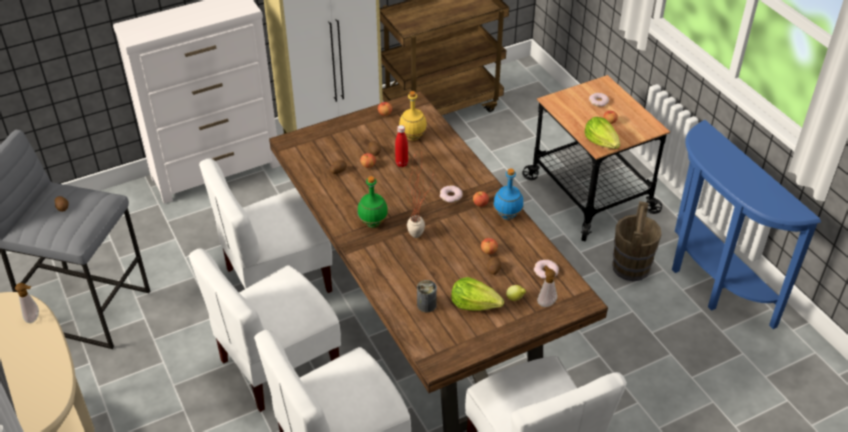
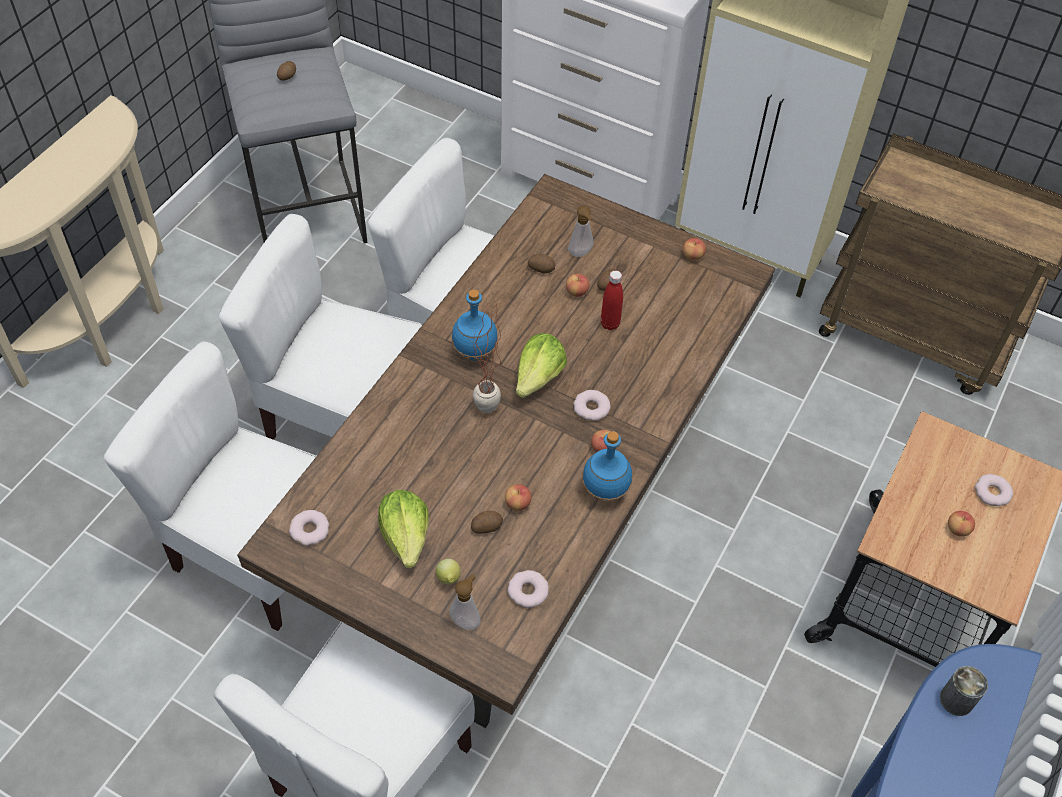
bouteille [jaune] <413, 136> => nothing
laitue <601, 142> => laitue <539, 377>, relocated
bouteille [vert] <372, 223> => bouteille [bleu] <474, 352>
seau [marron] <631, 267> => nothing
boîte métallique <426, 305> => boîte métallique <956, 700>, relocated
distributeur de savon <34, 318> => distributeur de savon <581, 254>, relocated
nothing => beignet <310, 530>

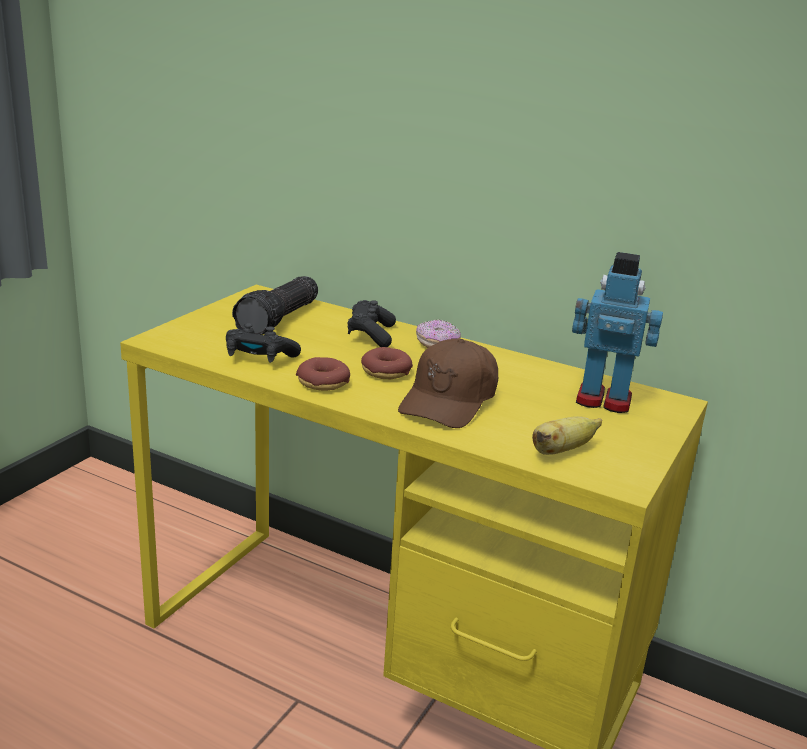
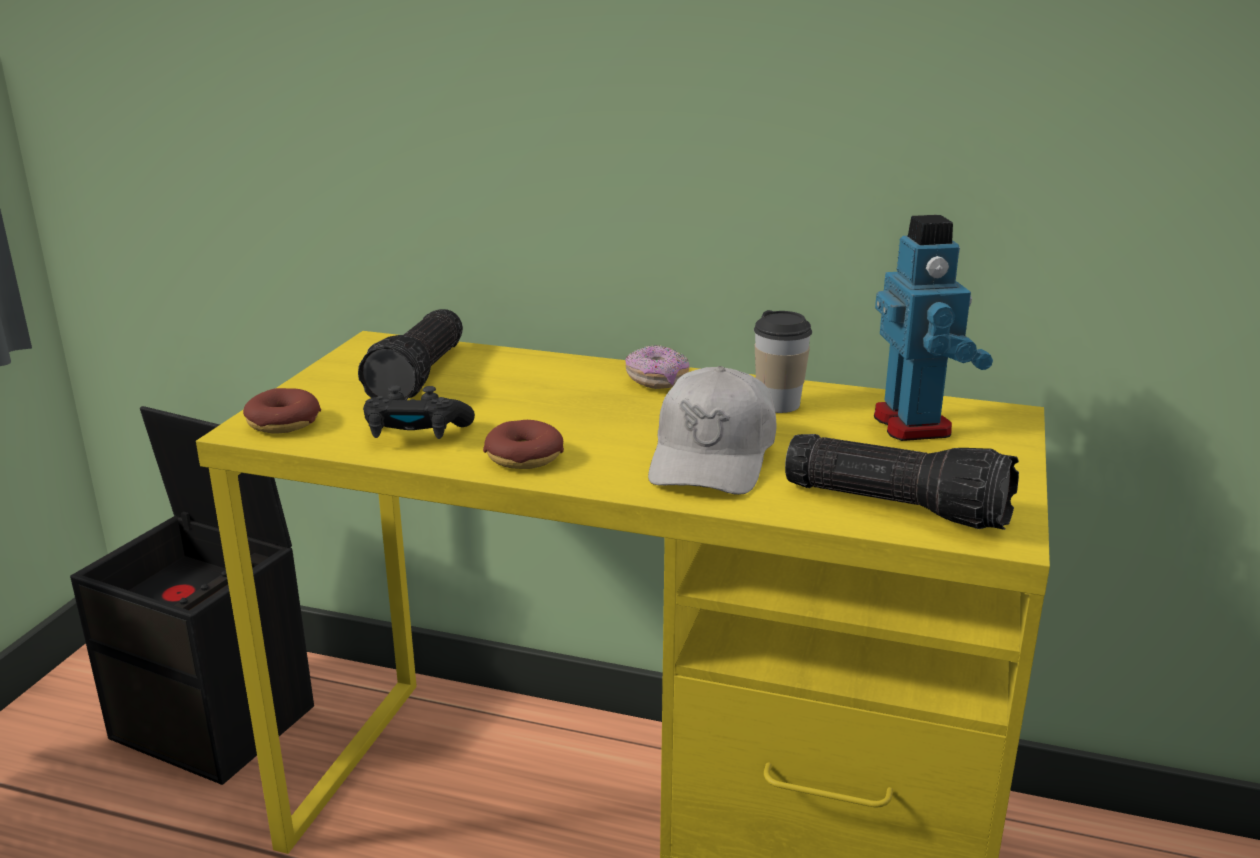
robot jouet <603, 399> => robot jouet <914, 424>, 75 degrees clockwise
manette [noir] <371, 335> => nothing
casquette [marron] <449, 401> => casquette [blanc] <713, 457>
beignet <386, 372> => beignet <283, 423>, relocated
banane <561, 451> => lampe de poche <898, 504>
nothing => tasse <778, 404>
nothing => boîte de rangement [noir] <218, 722>

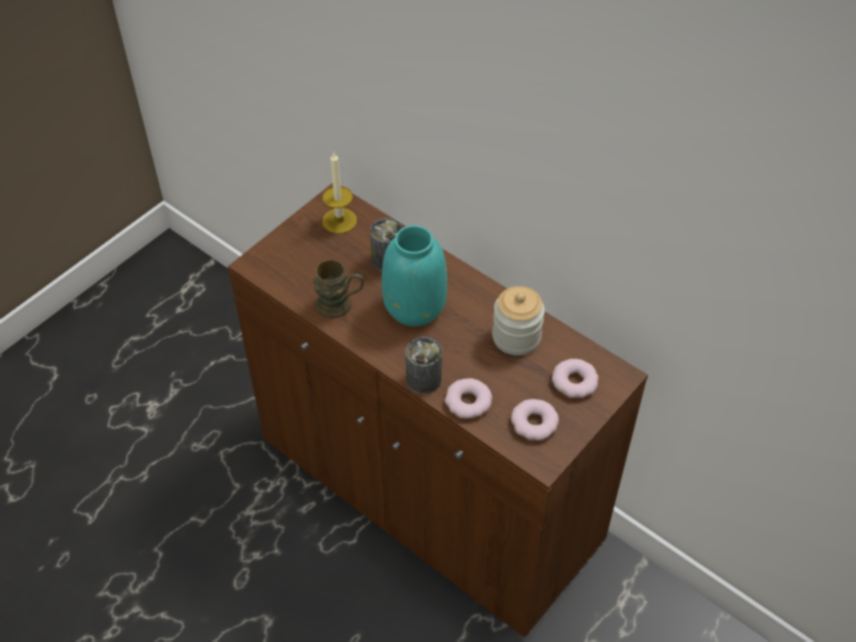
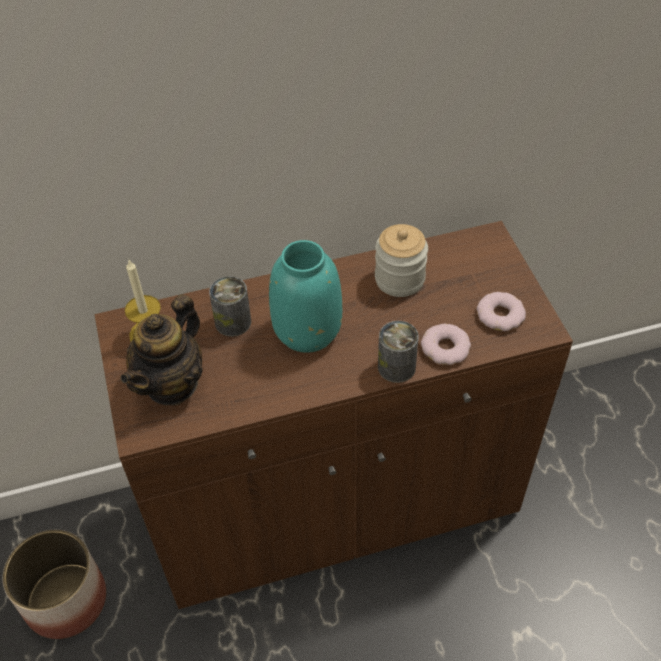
mug [marron] <340, 305> => nothing
beignet <575, 382> => nothing
nothing => théière <172, 383>
nothing => cache-pot <66, 599>

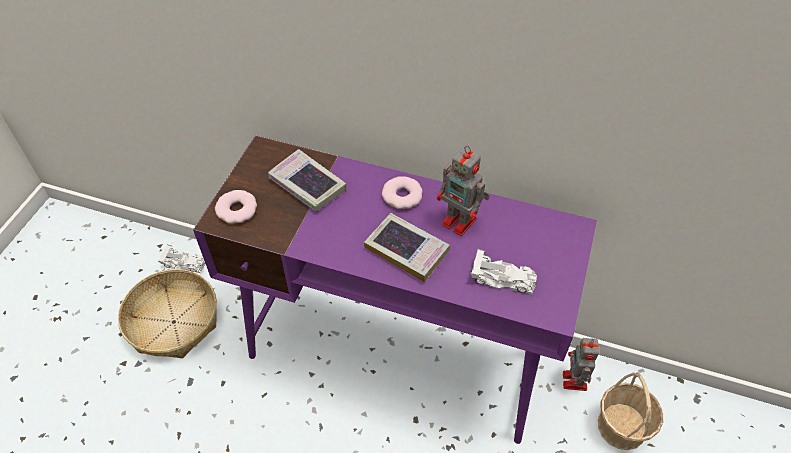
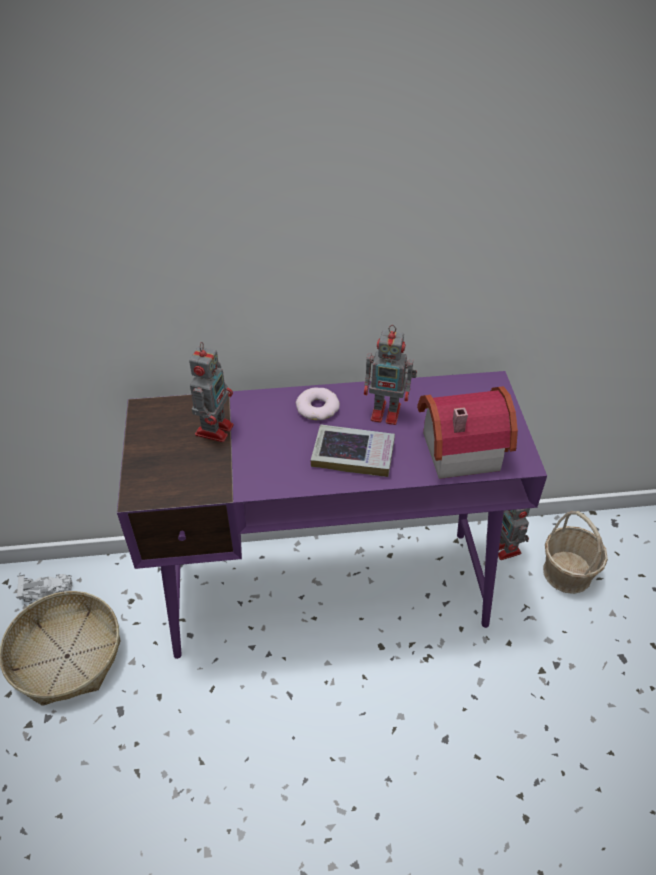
livre <307, 185> => robot jouet <215, 428>
beignet <237, 210> => nothing
petite voiture [blanc] <503, 278> => maison miniature <457, 447>

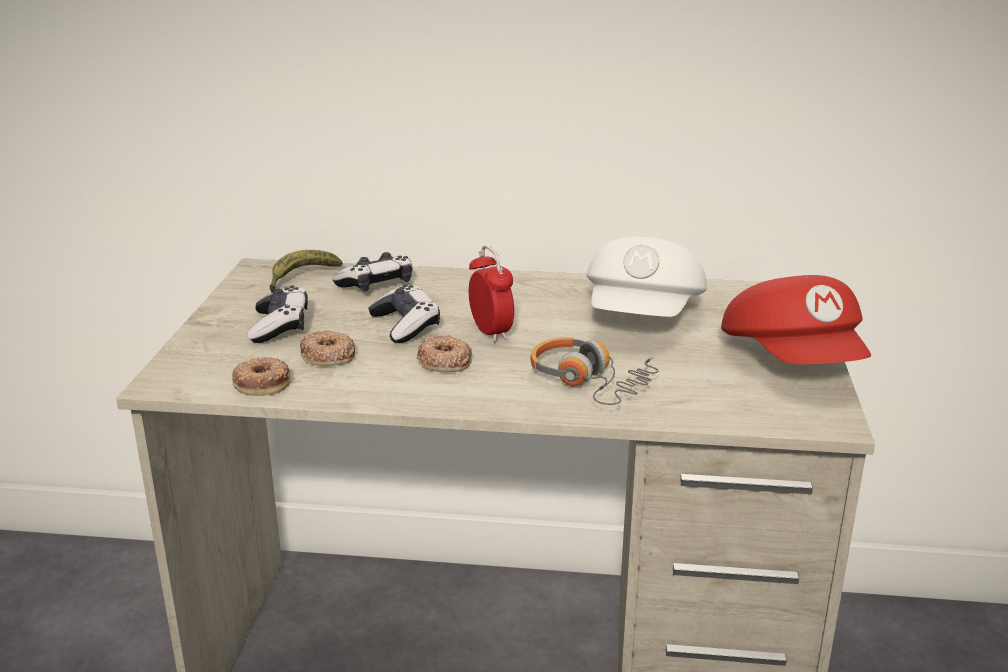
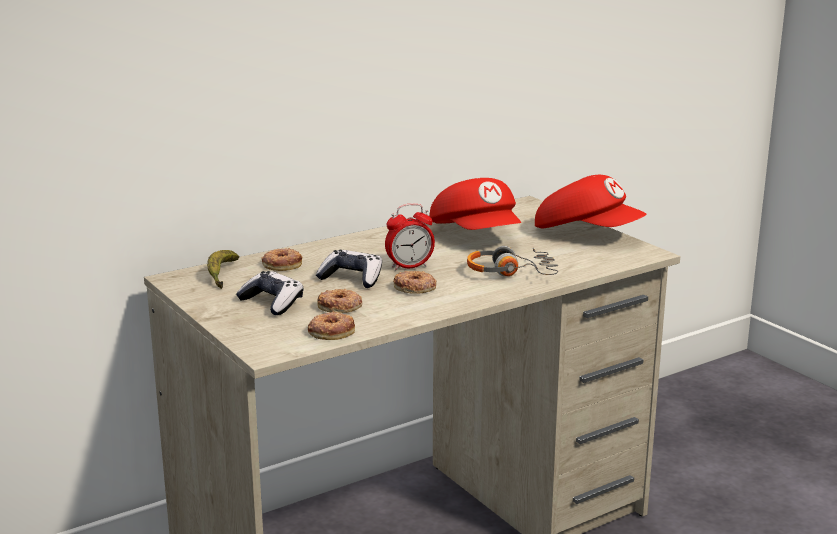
casquette [blanc] <644, 317> => casquette [rouge] <477, 235>
réveil <491, 332> => réveil <409, 266>, 135 degrees clockwise
manette <376, 285> => beignet <282, 264>

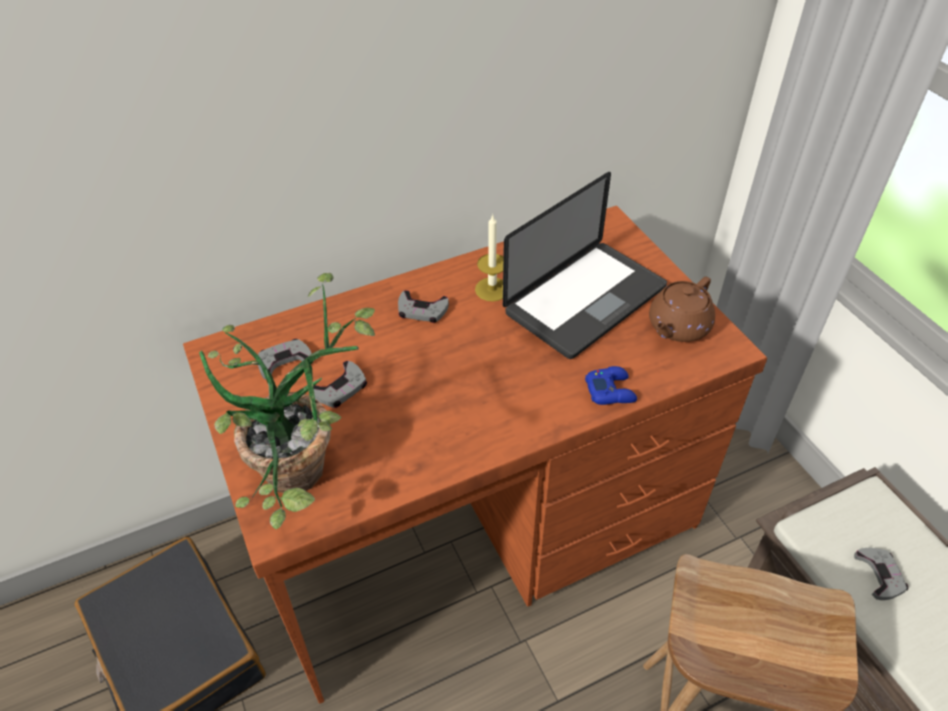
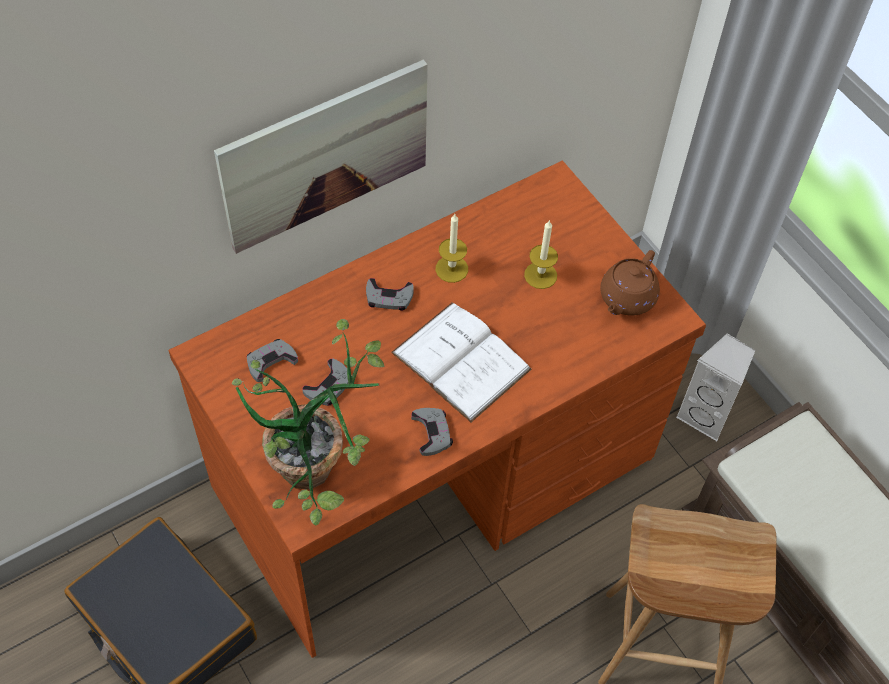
ordinateur portable <585, 300> => bougie <540, 275>
manette [bleu] <610, 390> => nothing
manette [gris] <879, 575> => manette [gris] <432, 433>, relocated
nothing => tableau <325, 156>
nothing => livre [blanc] <461, 361>
nothing => enceinte [blanc] <706, 415>

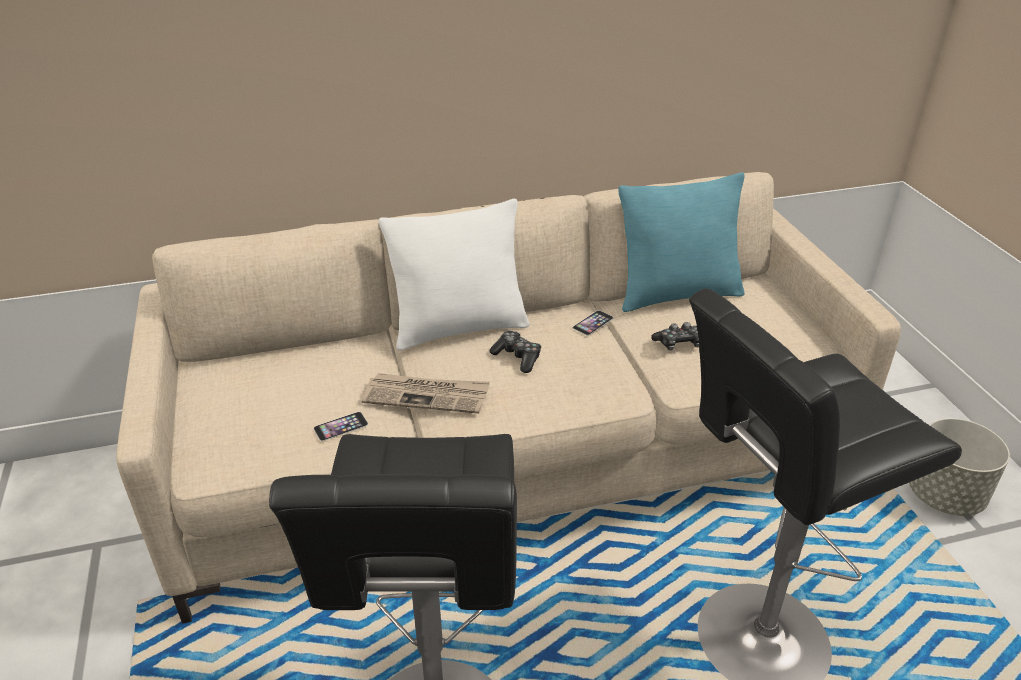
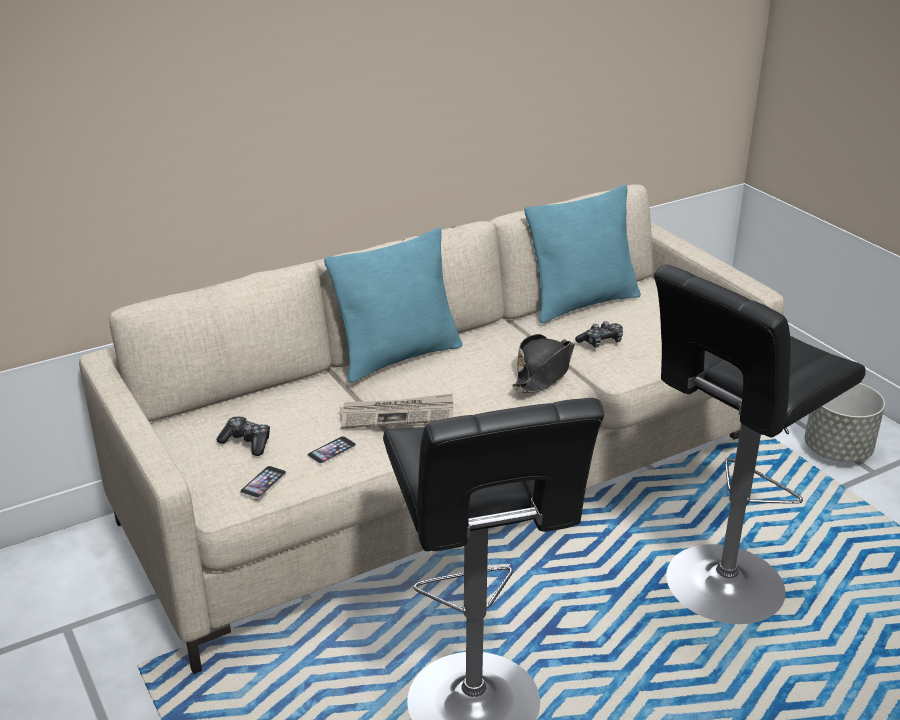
coussin [blanc] <459, 328> => coussin [turquoise] <398, 357>
téléphone <593, 323> => téléphone <263, 482>, relocated
manette <517, 357> => manette <247, 442>, relocated
nothing => chapeau [noir] <544, 372>

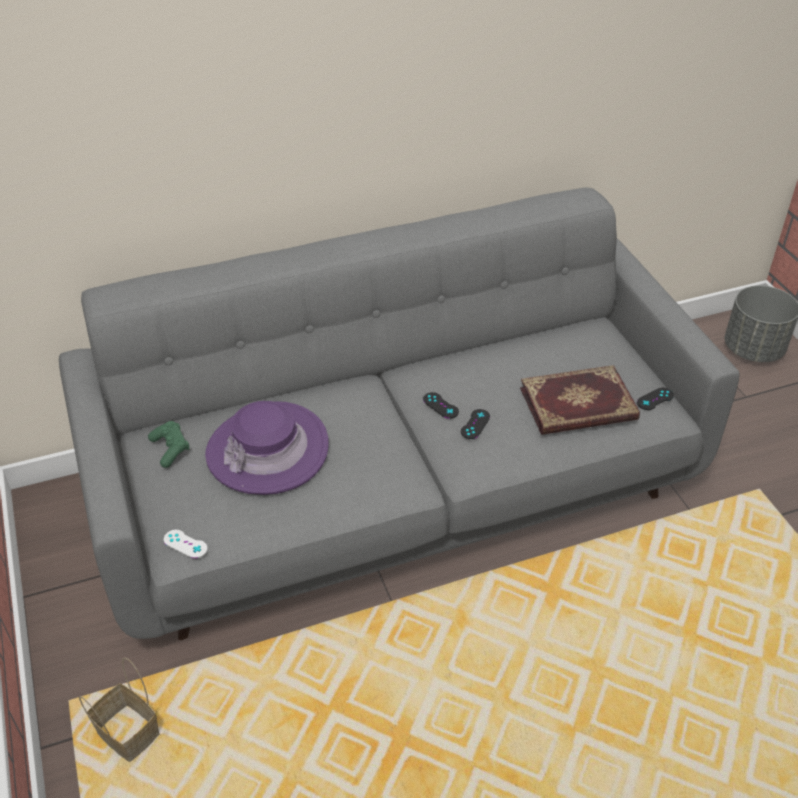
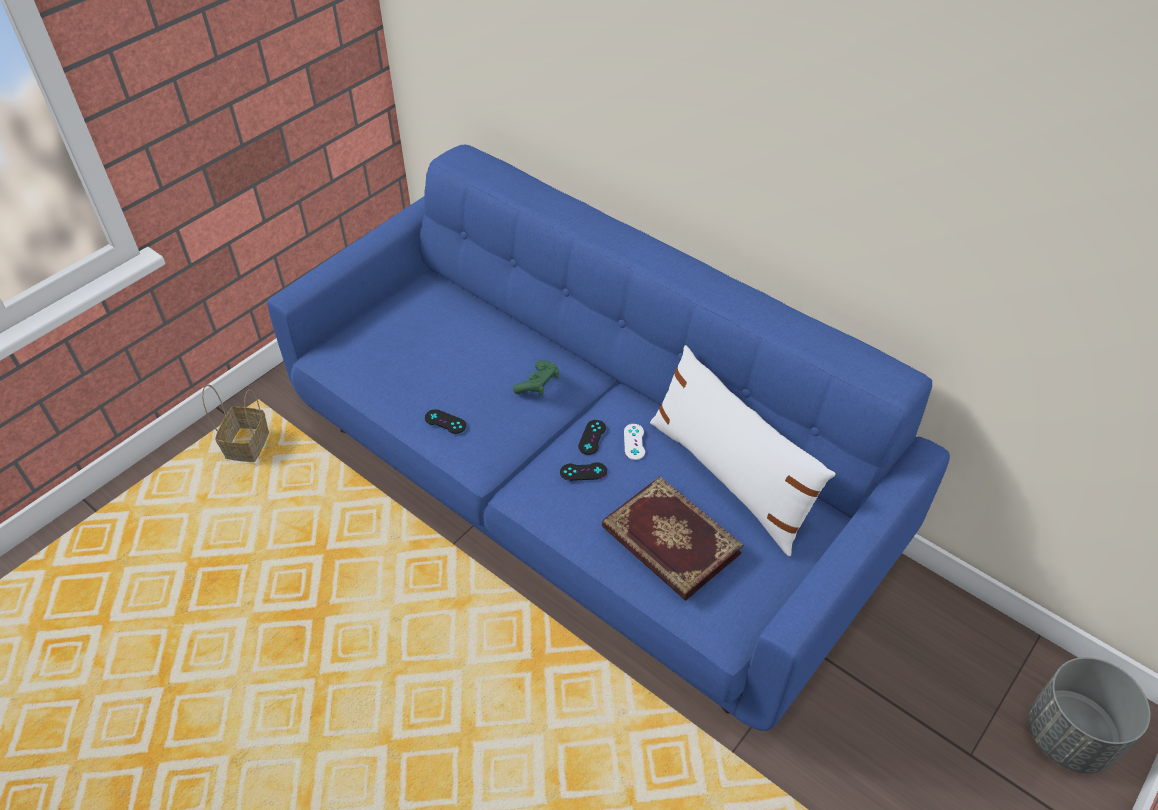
canapé [gris] <399, 490> => canapé [bleu] <581, 491>
manette [noir] <655, 399> => manette [noir] <445, 422>, relocated
chapeau [violet] <268, 450> => nothing
manette [vert] <170, 449> => manette [vert] <538, 384>, relocated
manette [blanc] <185, 544> => manette [blanc] <634, 442>, relocated
nothing => coussin [blanc] <729, 477>

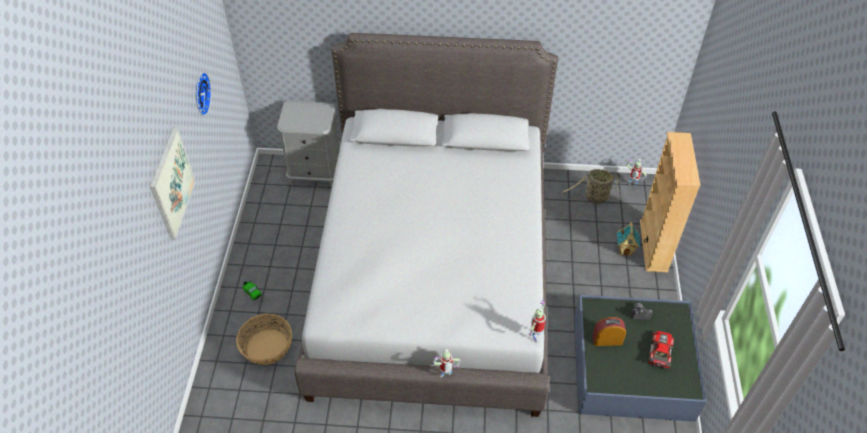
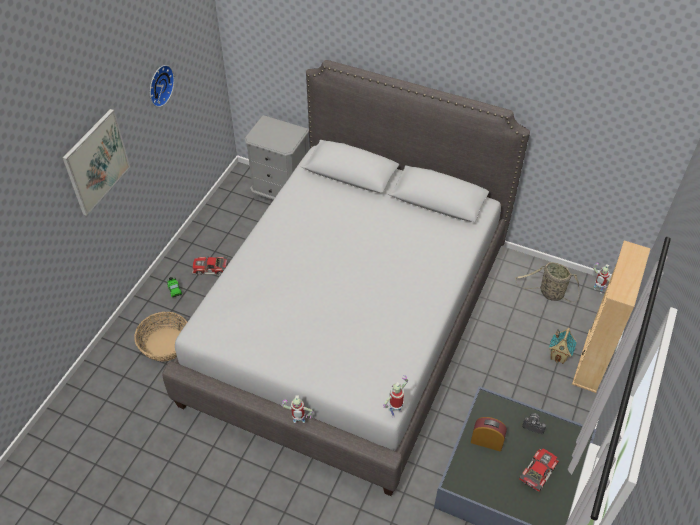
nothing => petite voiture <210, 269>

